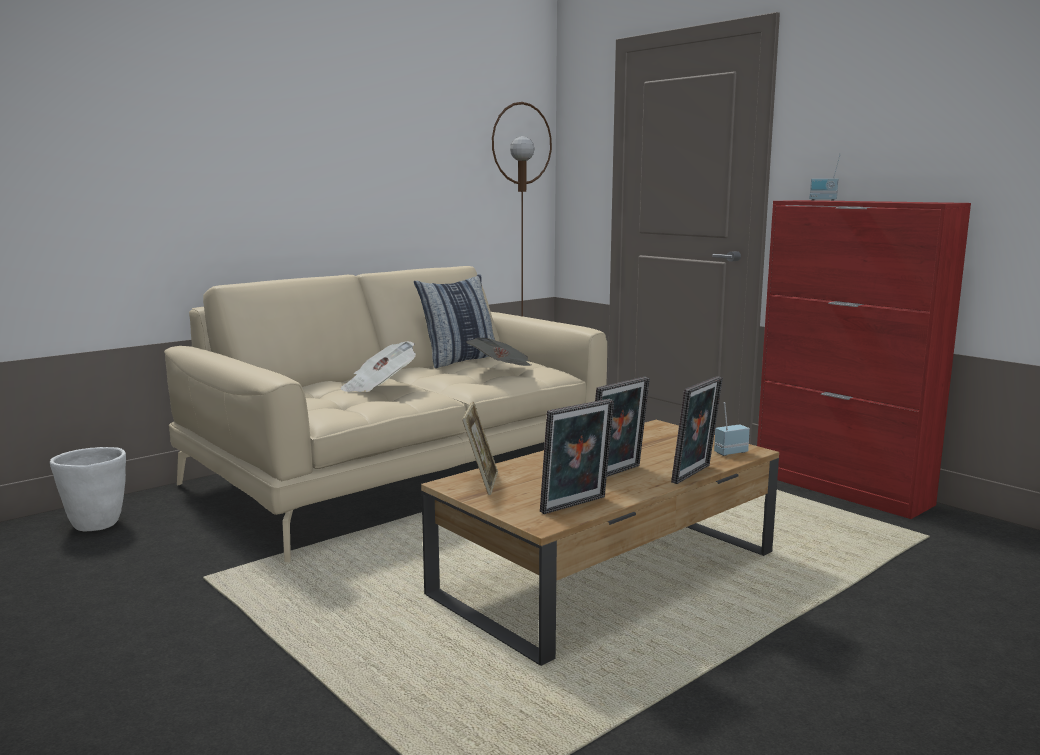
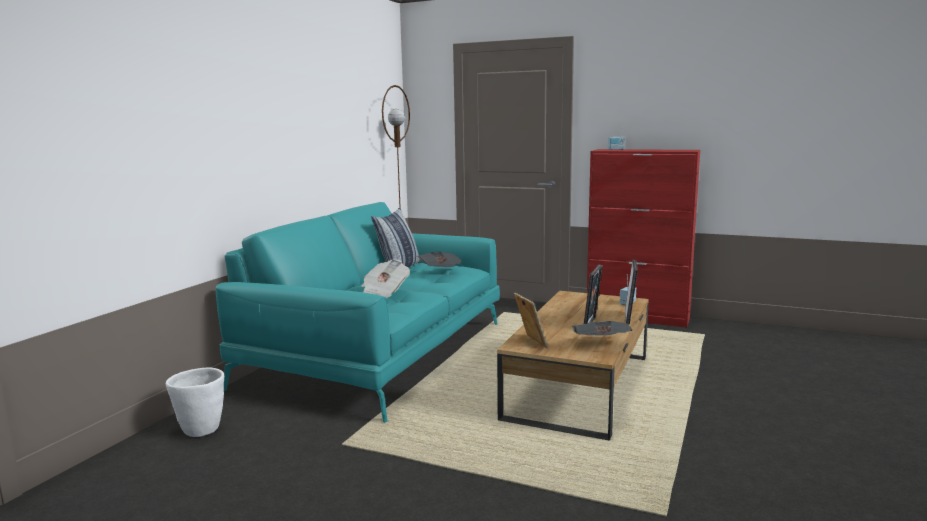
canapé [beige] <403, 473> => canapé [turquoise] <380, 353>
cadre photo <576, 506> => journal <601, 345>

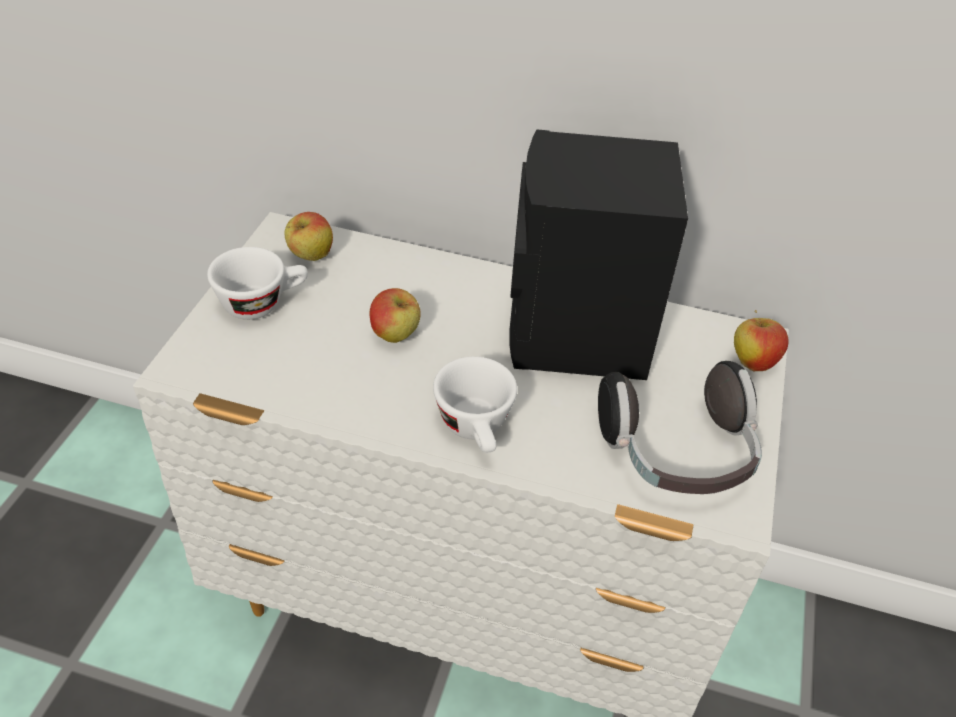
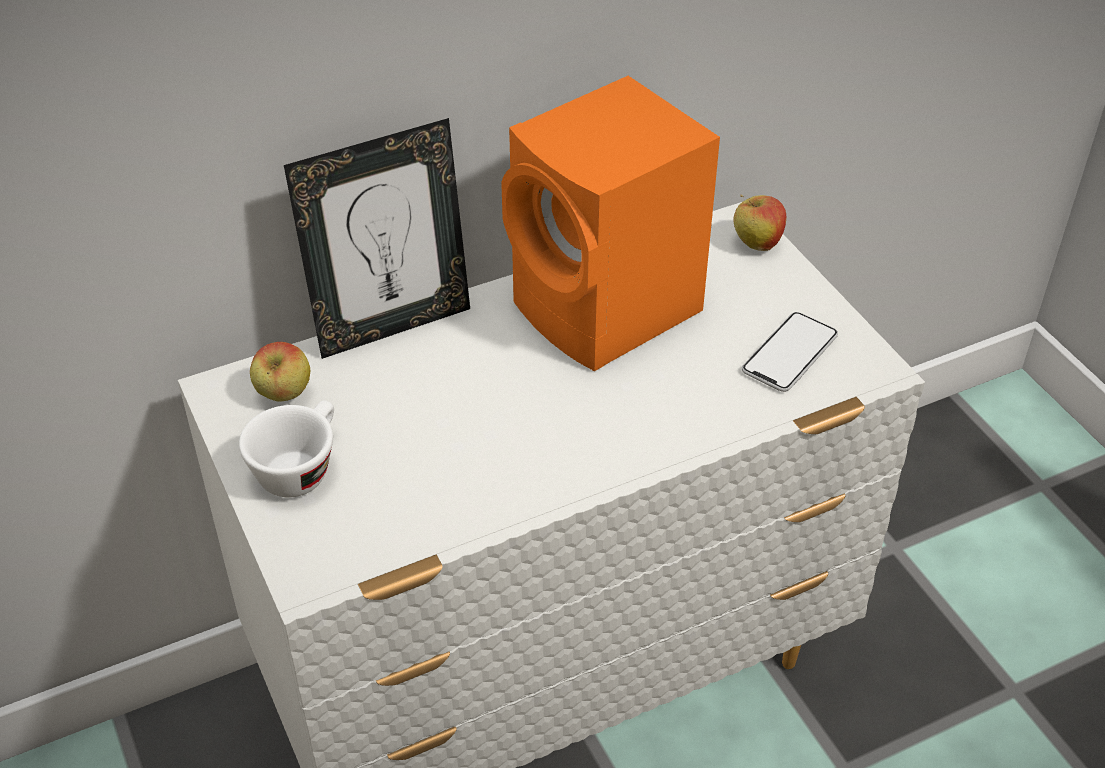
enceinte [noir] <577, 338> => enceinte [orange] <609, 312>
pomme <395, 336> => nothing
tasse [blanc] <477, 430> => nothing
casque audio <677, 455> => téléphone <790, 353>
nothing => cadre photo <392, 325>

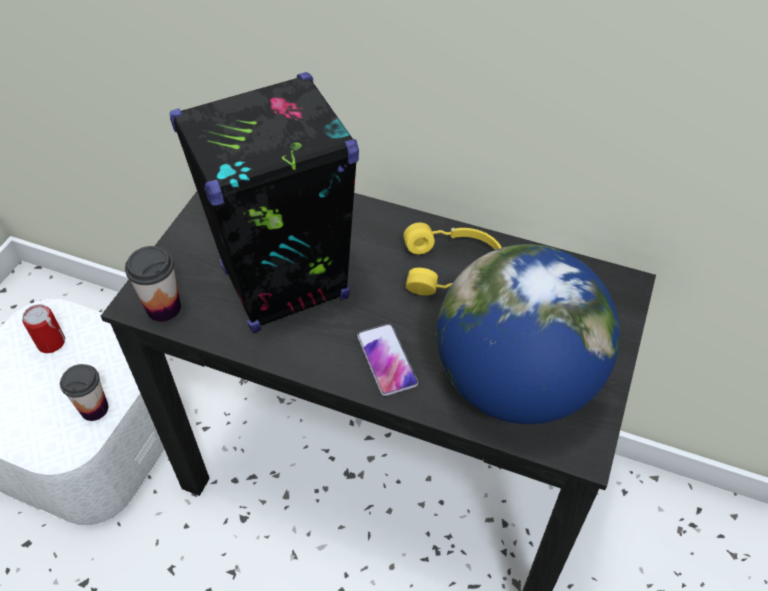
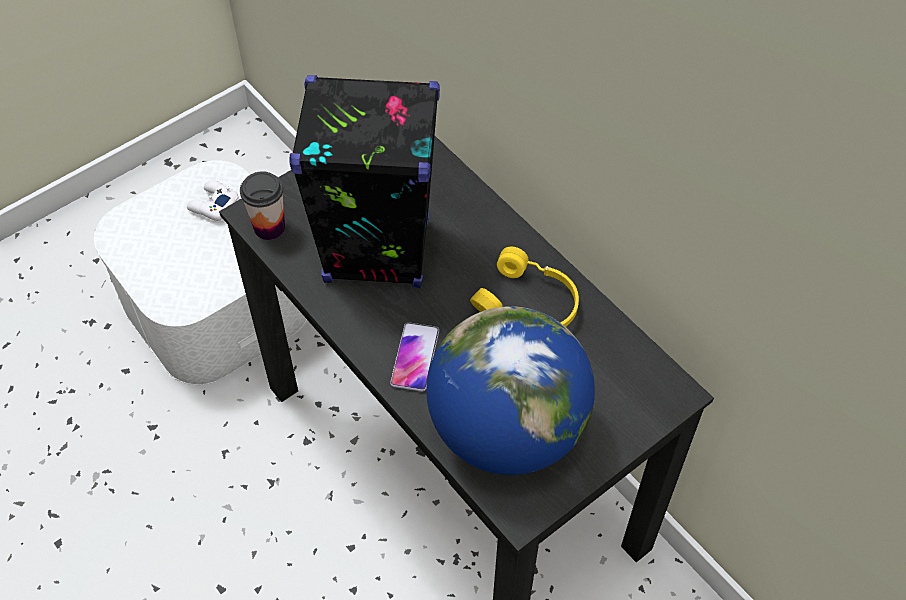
boîte métallique <51, 342> => manette [blanc] <213, 205>
tasse <94, 409> => nothing

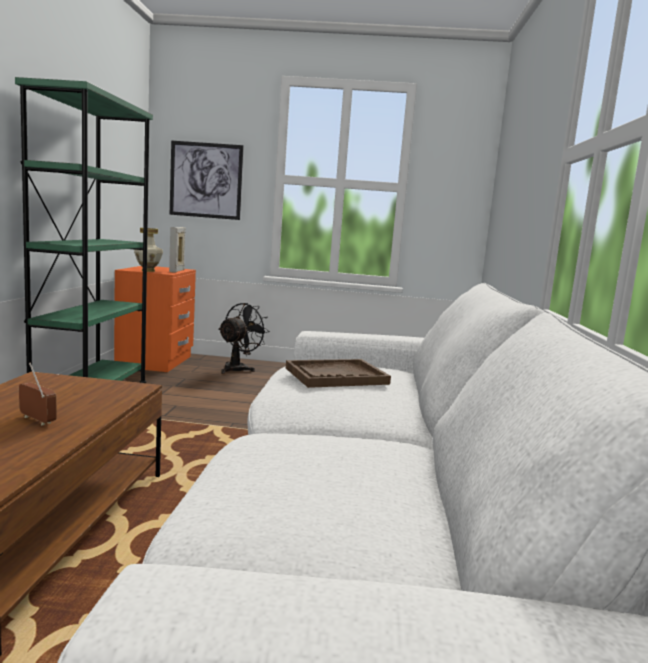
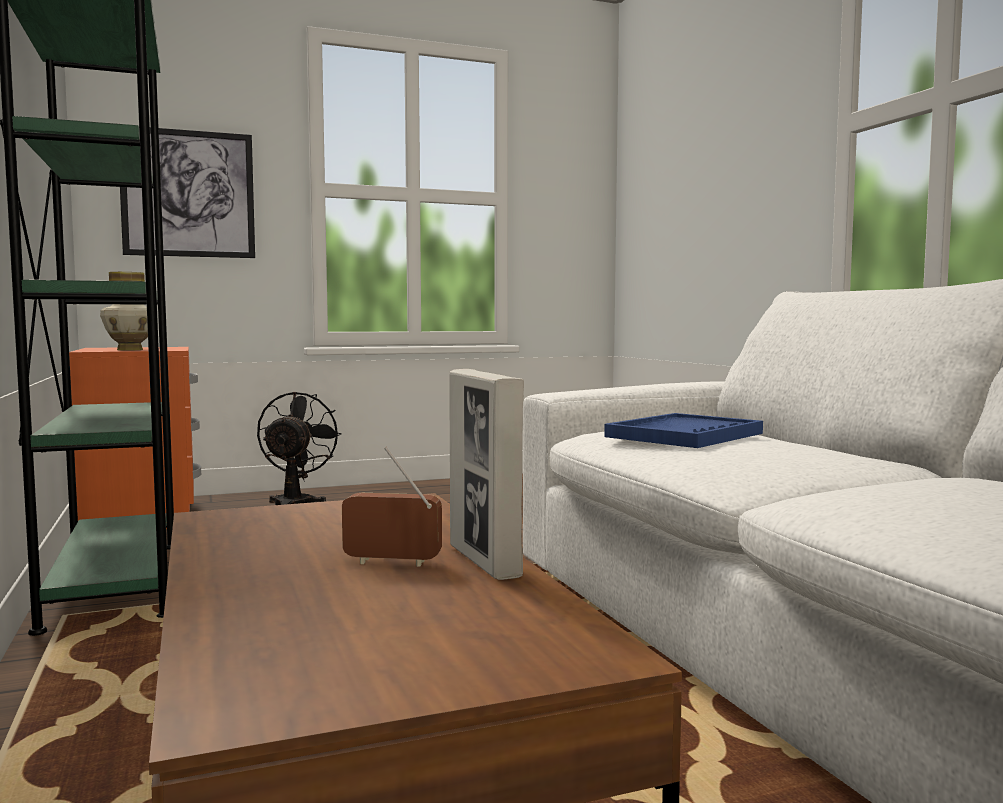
cadre photo <177, 271> => cadre photo <484, 561>, relocated
plateau [marron] <336, 376> => plateau [bleu] <684, 435>

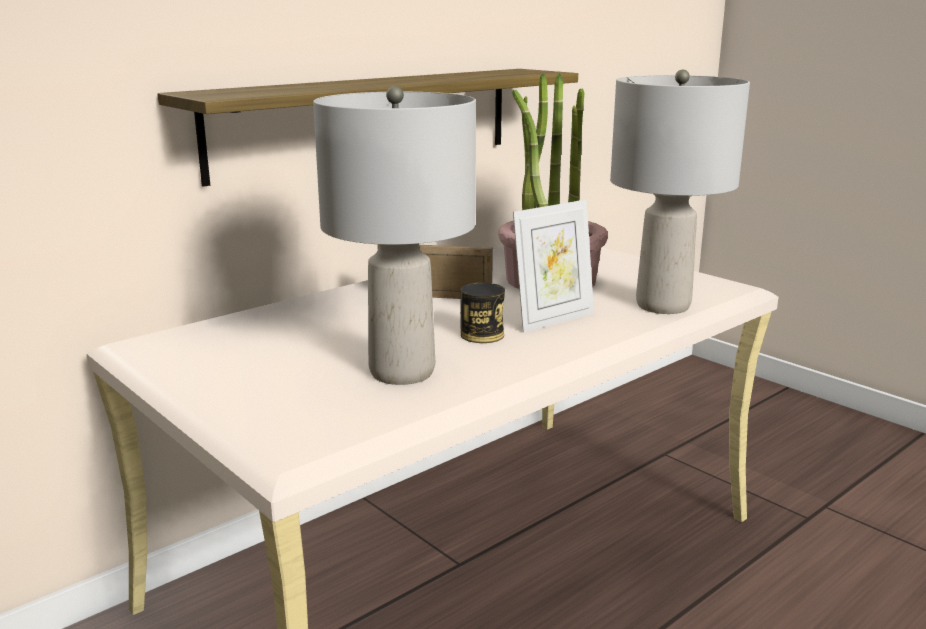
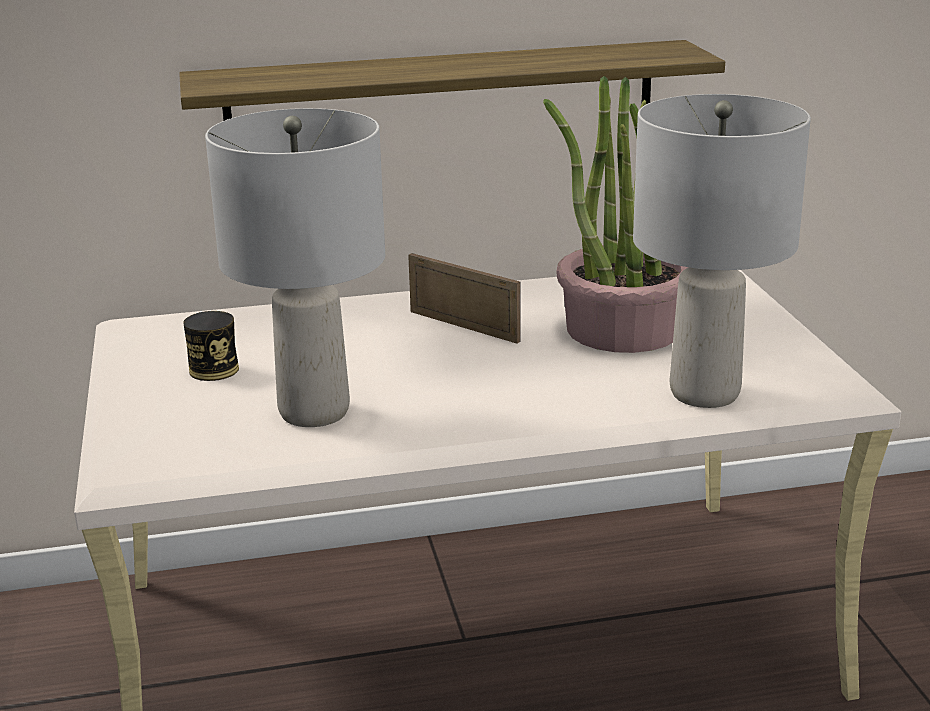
cadre photo <553, 320> => nothing
boîte métallique <482, 335> => boîte métallique <214, 370>, relocated

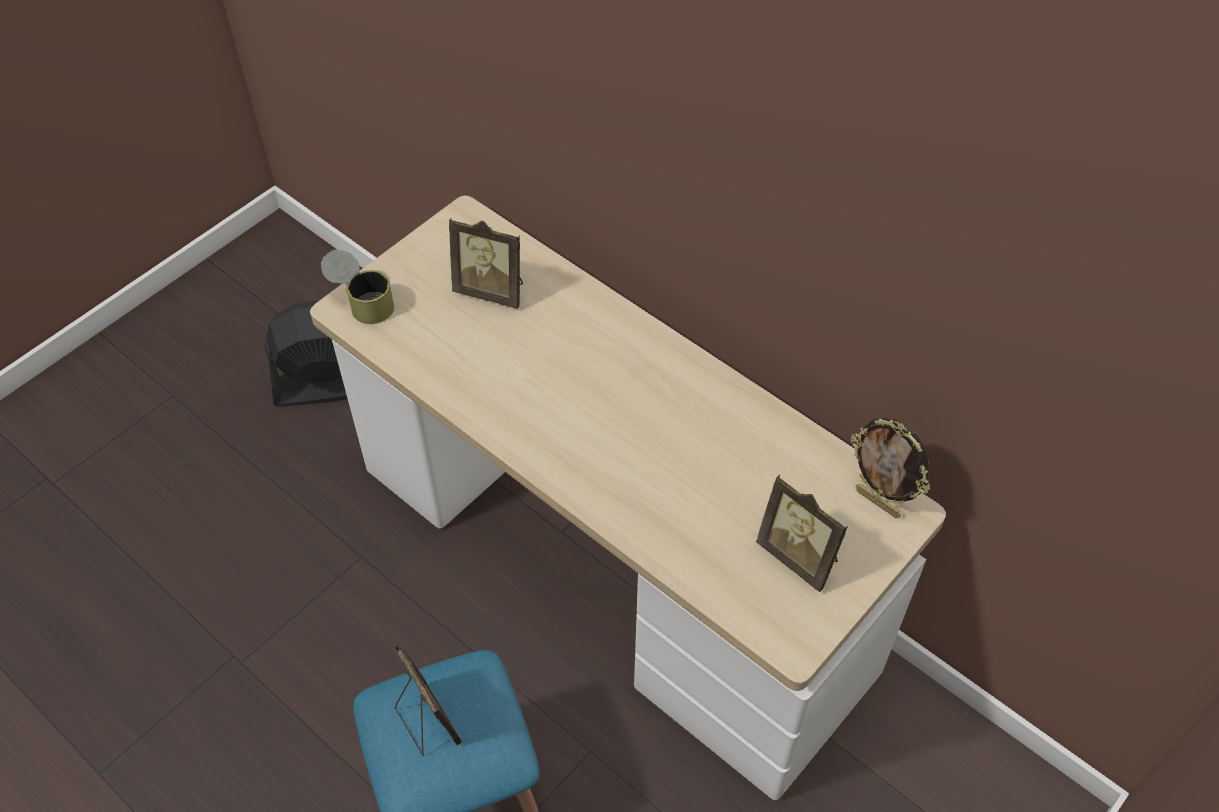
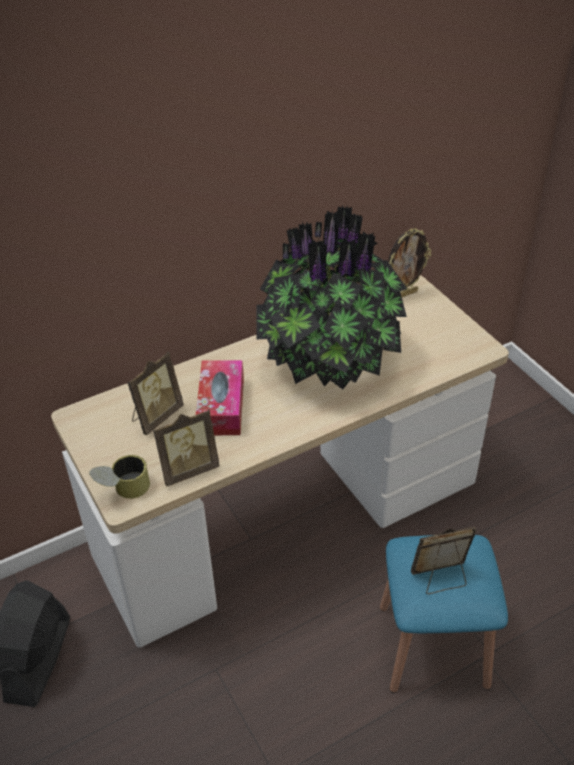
cadre photo <799, 556> => cadre photo <188, 469>, relocated
nothing => plante en pot <329, 363>
nothing => boîte à mouchoirs <221, 406>

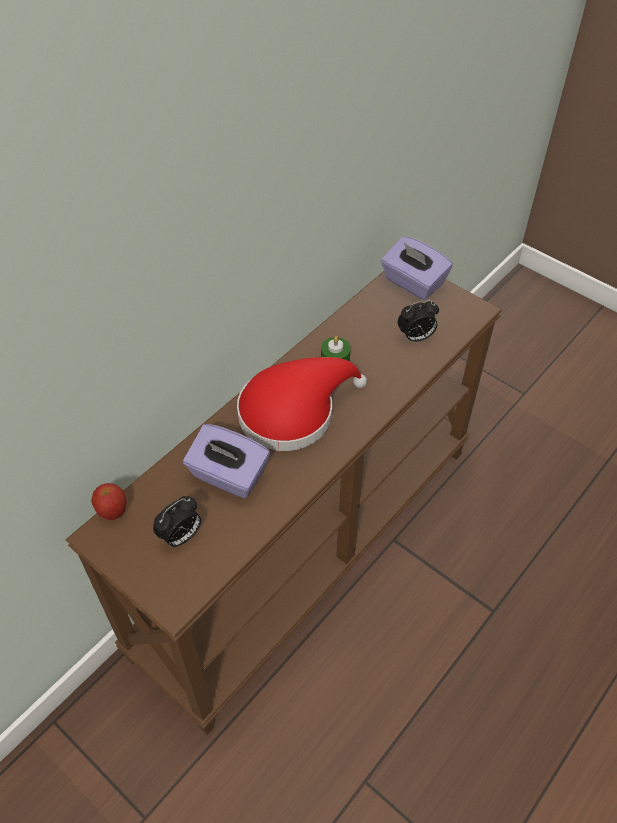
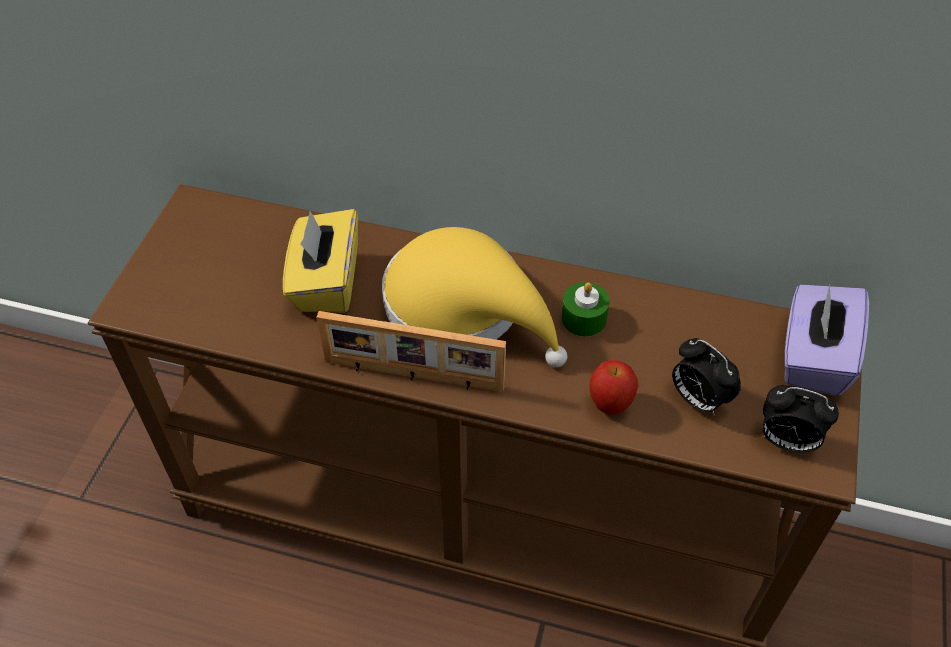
chapeau [rouge] <293, 411> => chapeau [jaune] <464, 307>
boîte à mouchoirs [violet] <228, 476> => boîte à mouchoirs [jaune] <326, 282>
pomme <113, 512> => pomme <610, 404>, relocated
réveil <181, 537> => réveil <786, 441>, relocated
nothing => cadre photo <413, 376>

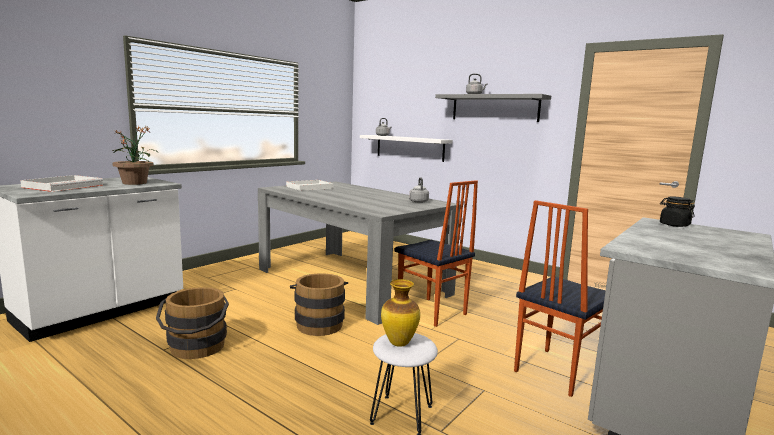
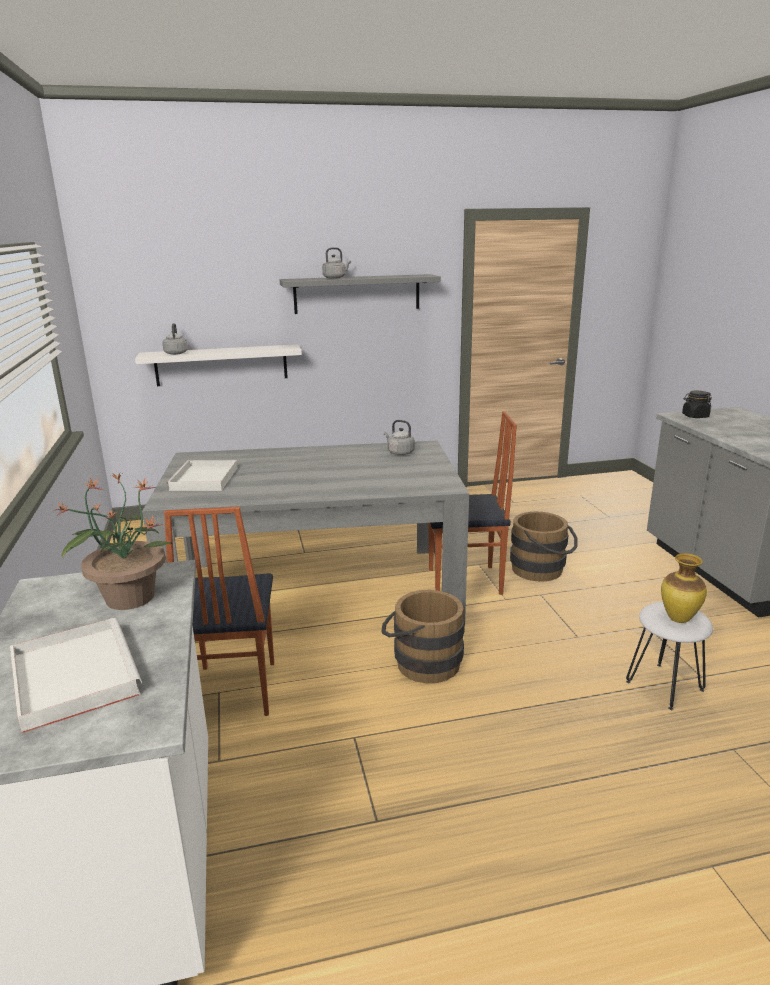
chaise <555, 371> => chaise <232, 691>, relocated
seau [marron] <196, 349> => seau [marron] <542, 570>, relocated

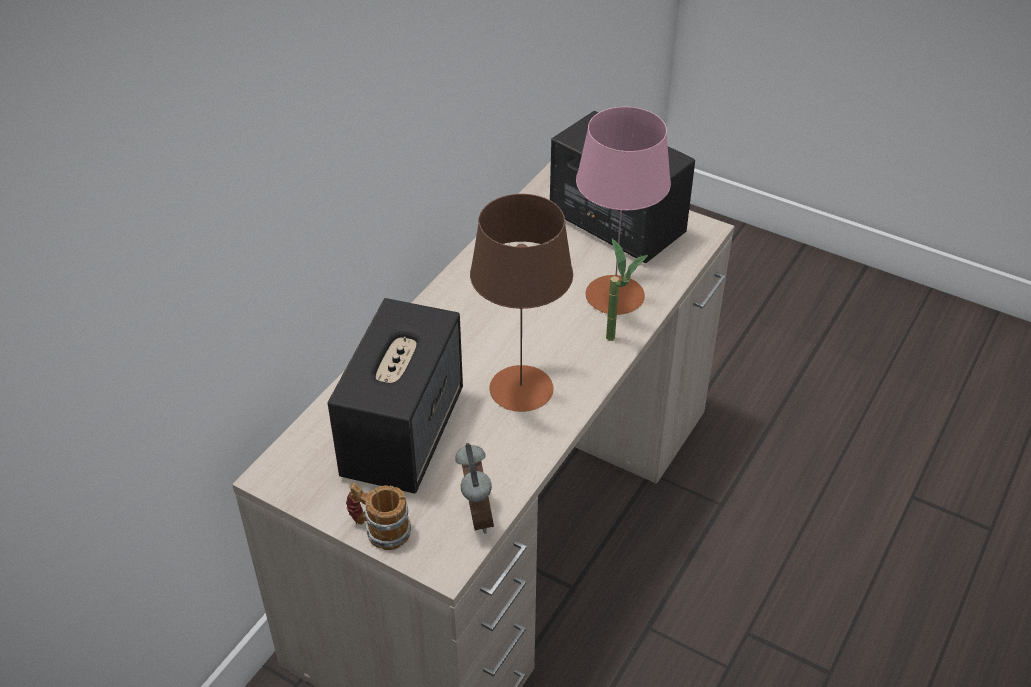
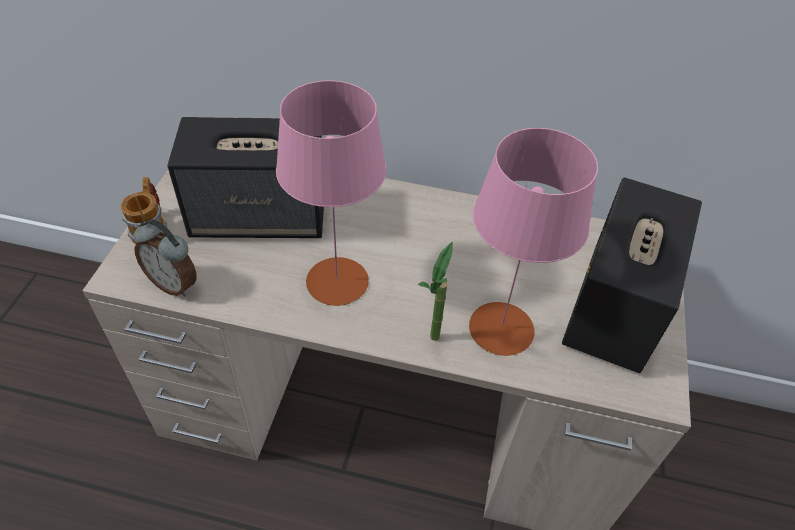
lampe de table [marron] <521, 389> => lampe de table [rose] <337, 281>
réveil <475, 516> => réveil <174, 283>, 60 degrees clockwise

